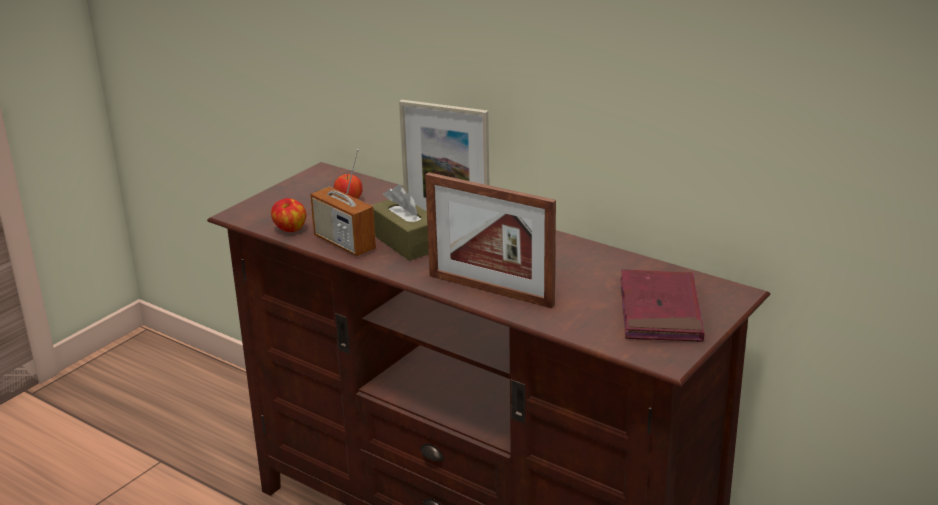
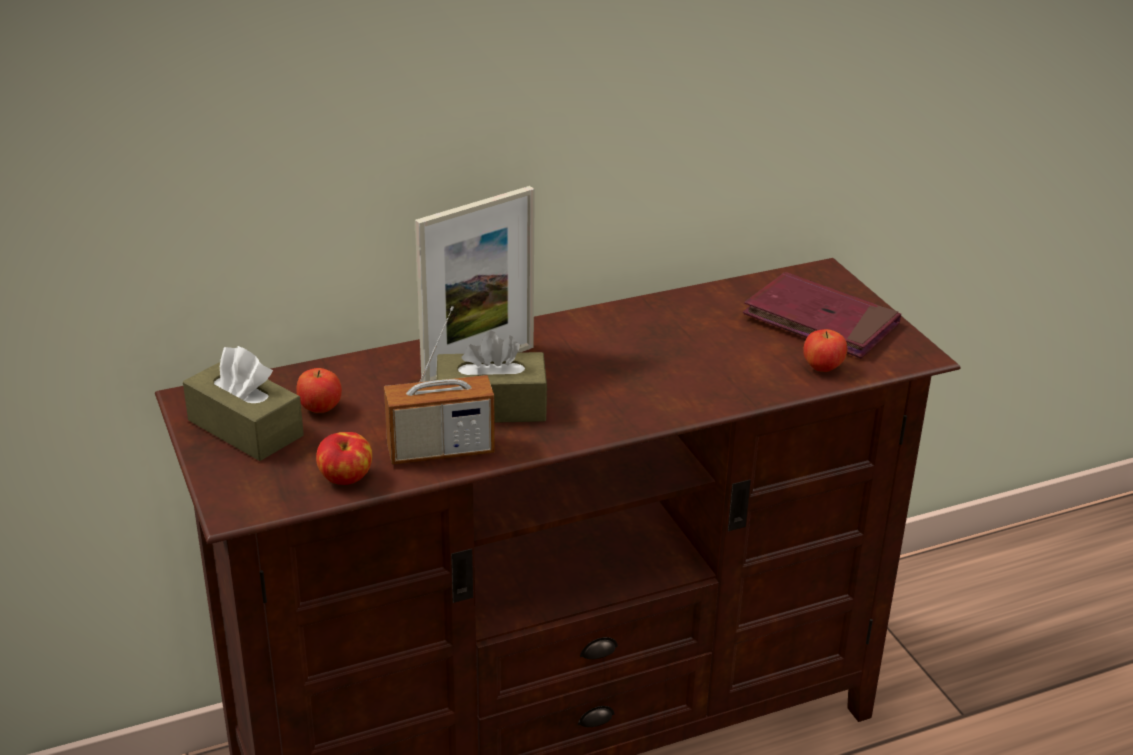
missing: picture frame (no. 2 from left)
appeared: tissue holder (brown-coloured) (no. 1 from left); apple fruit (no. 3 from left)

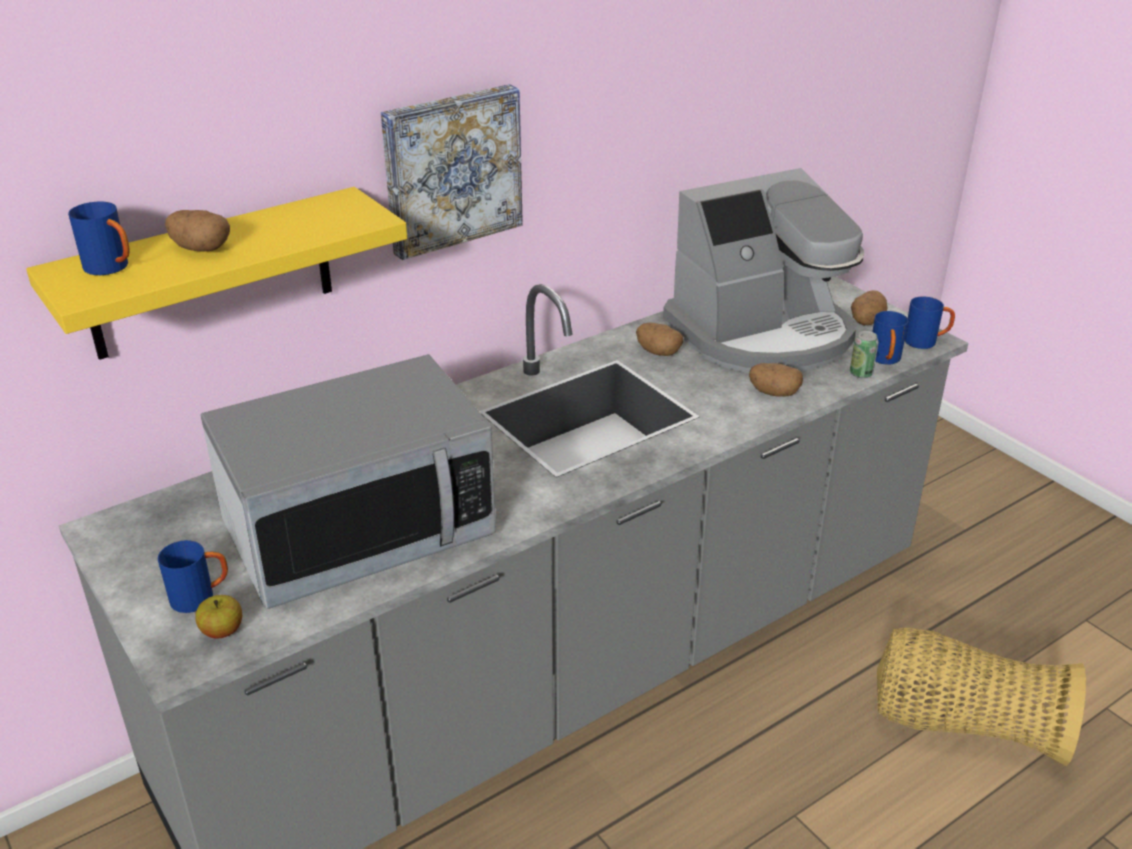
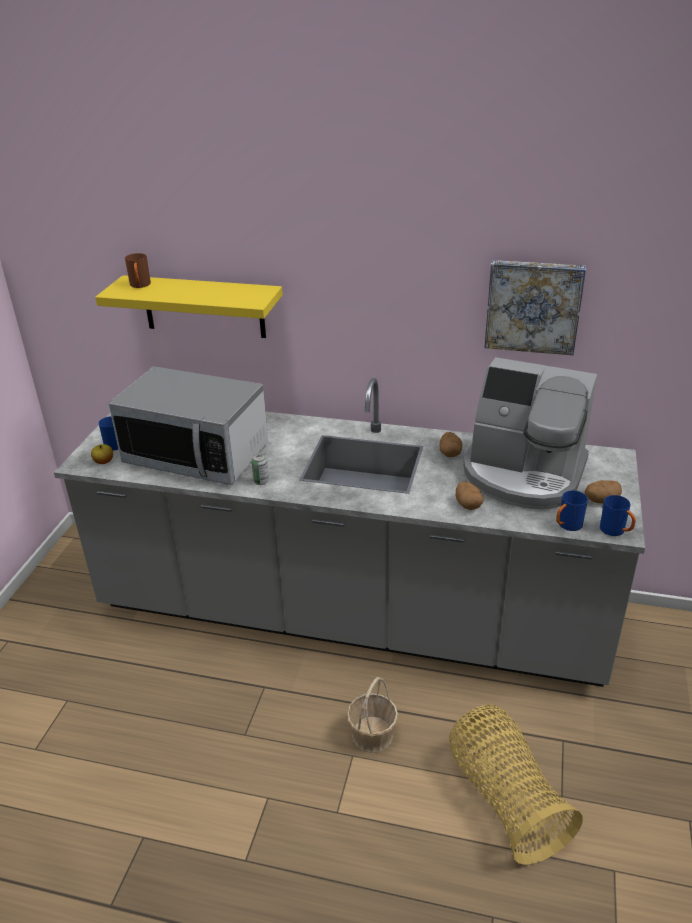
missing: potato (no. 1 from left)
appeared: basket (no. 1 from left)
relocated: picture; metal can
colour: coffee mug (blue) (no. 1 from left) to coffee mug (brown-coloured)

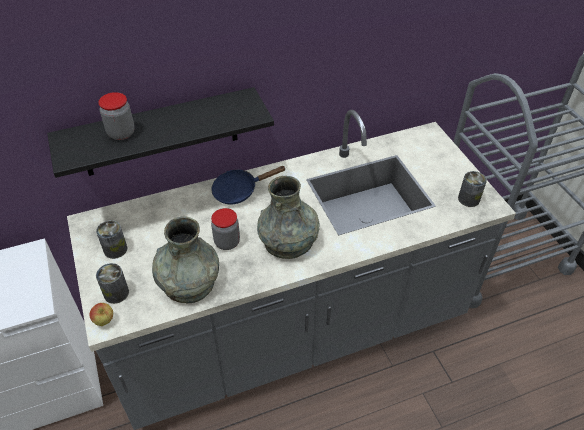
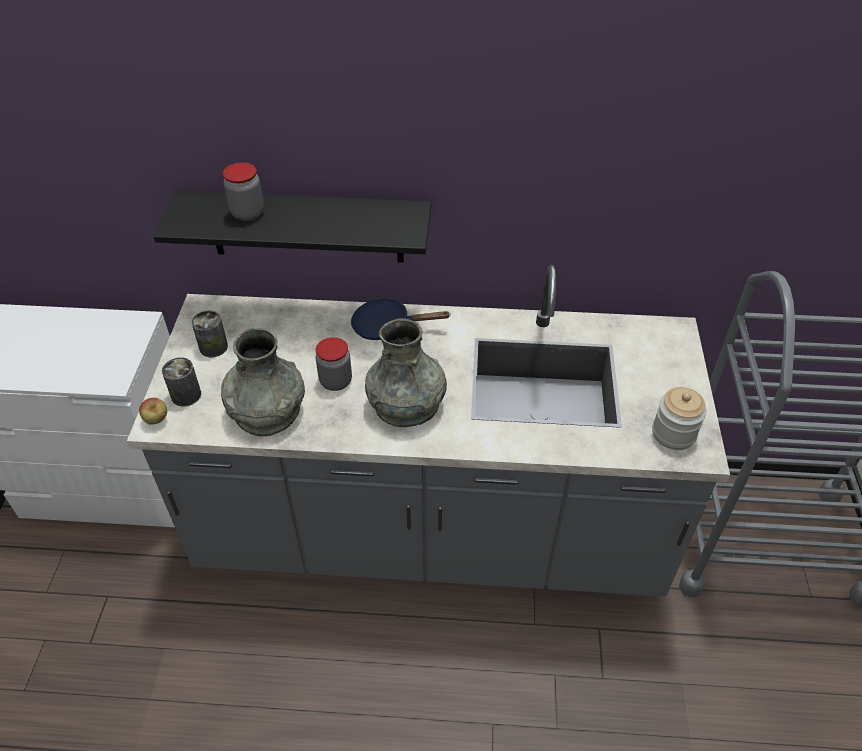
exchanged: metal can (no. 3 from left) to jar (no. 3 from left)

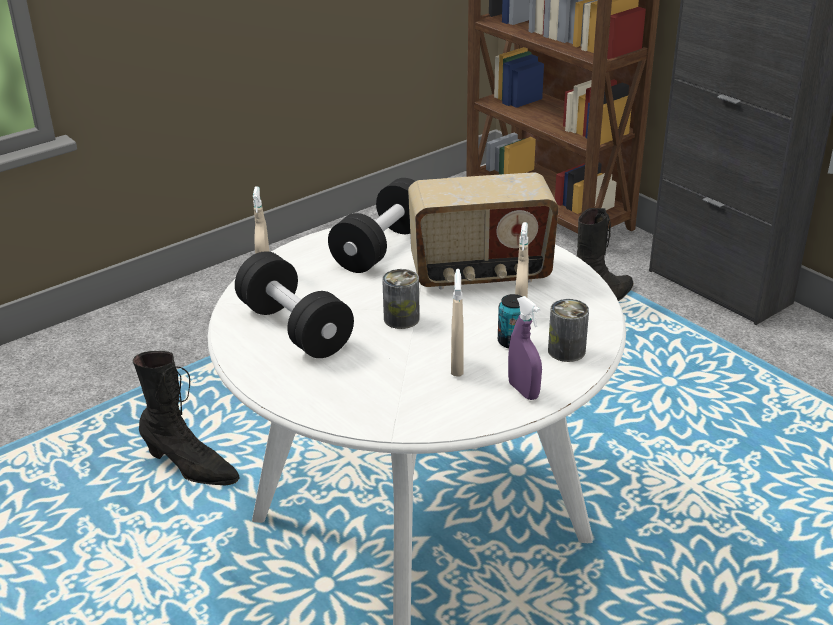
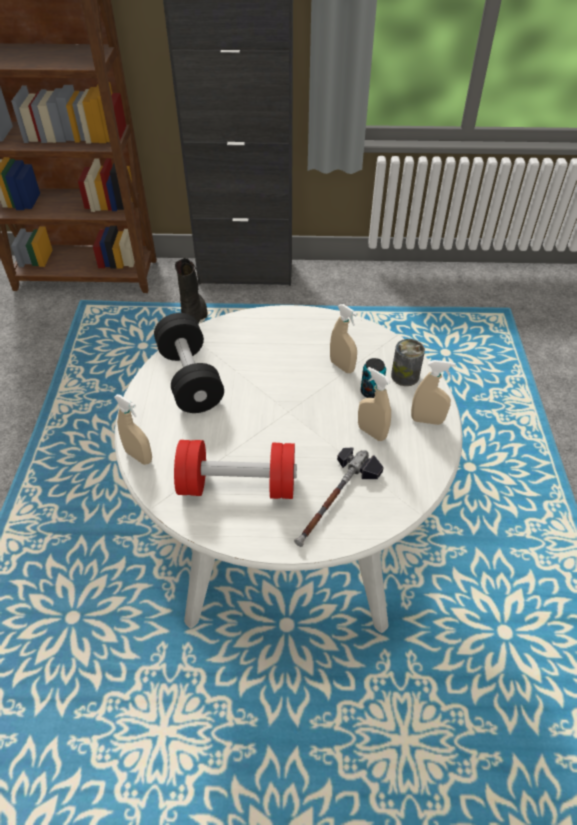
missing: boot (blackish) (no. 1 from left); metal can (no. 1 from left); radio set
appeared: hammer
colour: hand weight (blackish) (no. 1 from left) to hand weight (red-coloured); hand sprayer (purple-coloured) to hand sprayer (beige) (no. 4 from left)

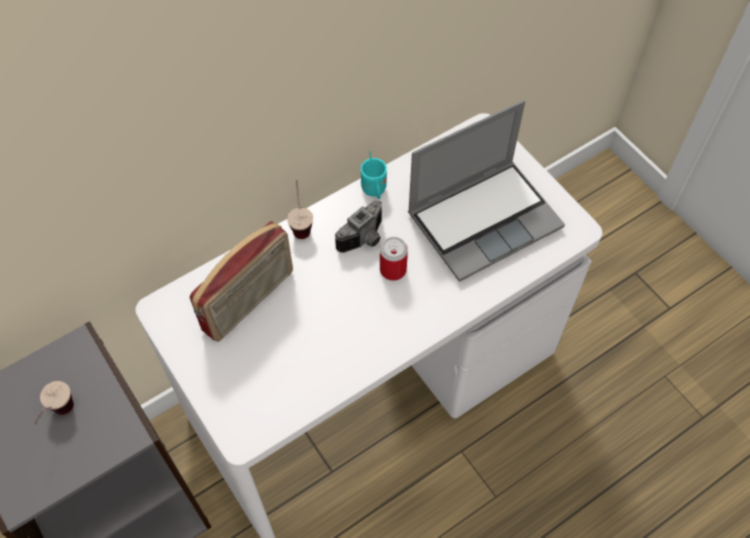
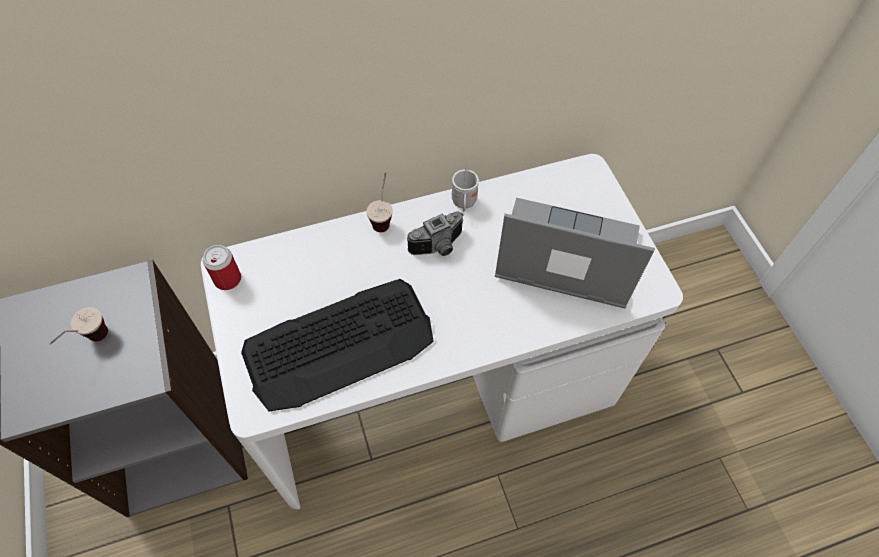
missing: radio set
appeared: PC keyboard
relocated: metal can
colour: coffee mug (blue-green) to coffee mug (whitish)
spun: laptop 150 degrees counterclockwise

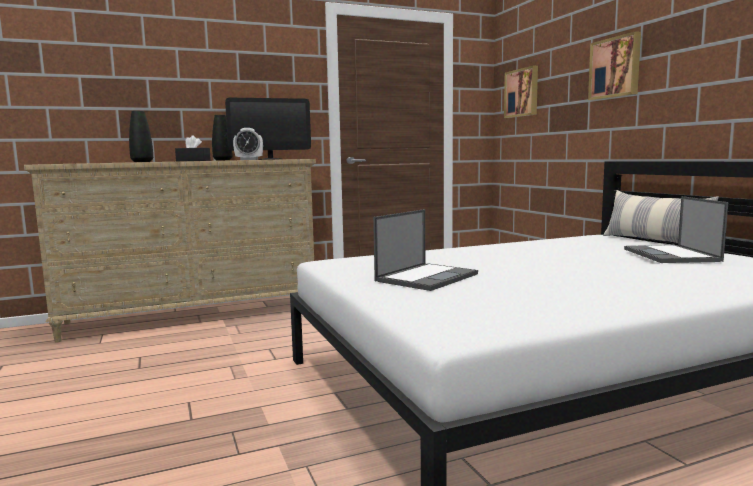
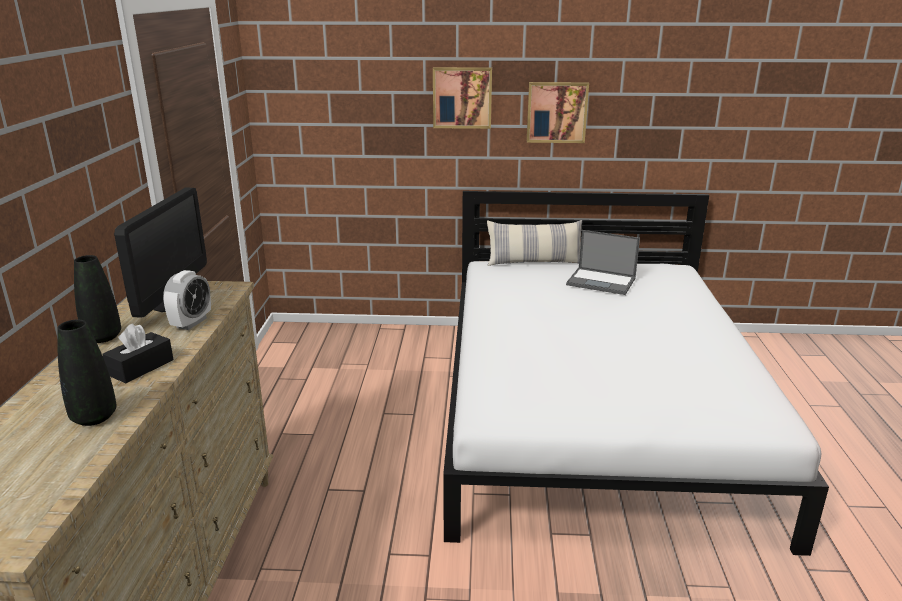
missing: laptop (no. 1 from left)
relocated: picture (no. 1 from left in the first image) to picture (no. 2 from left)

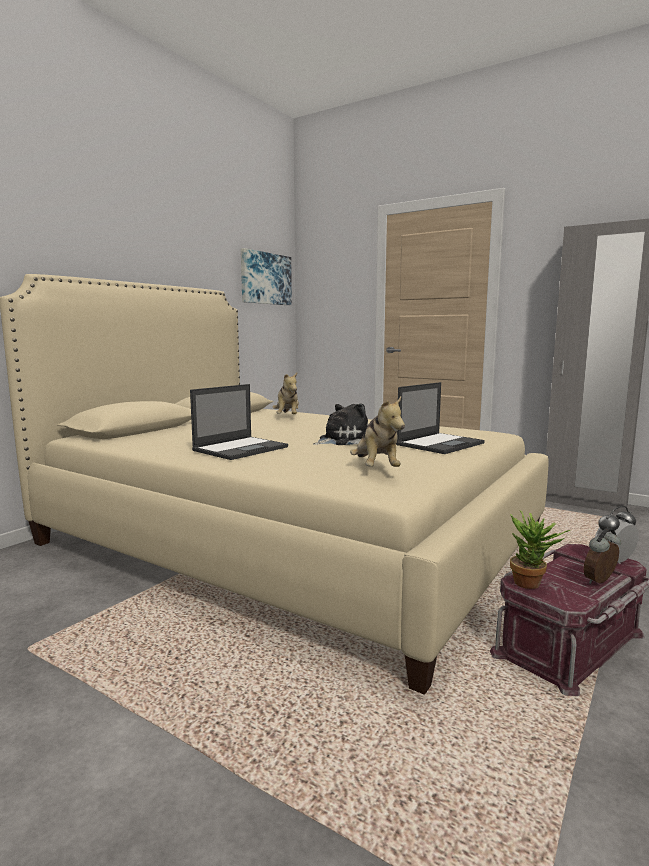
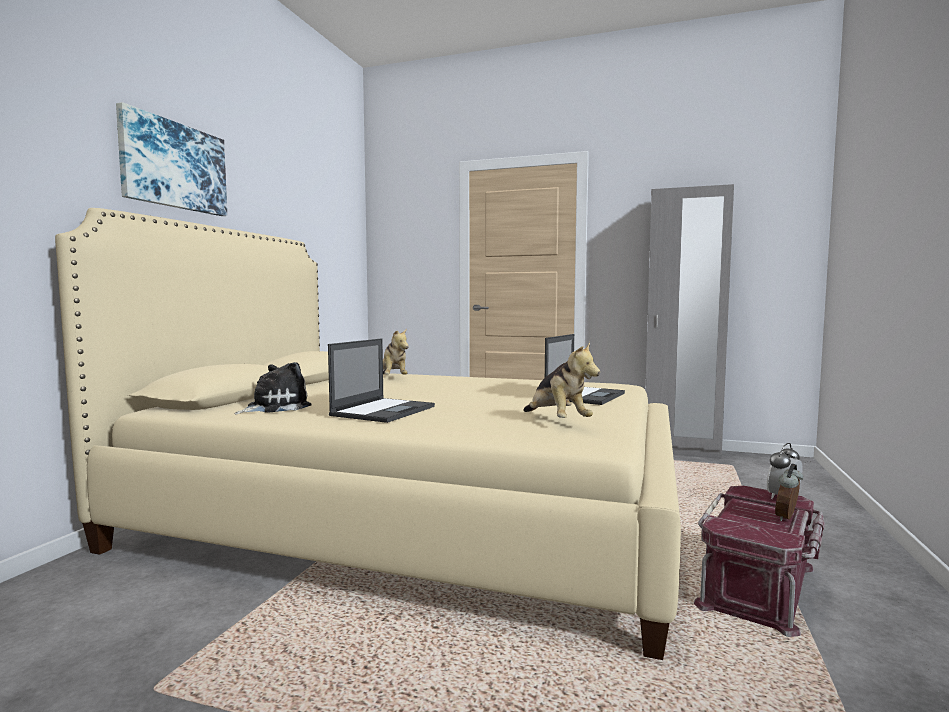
missing: houseplant
relocated: picture; soft toy (no. 2 from left in the first image) to soft toy (no. 1 from left)

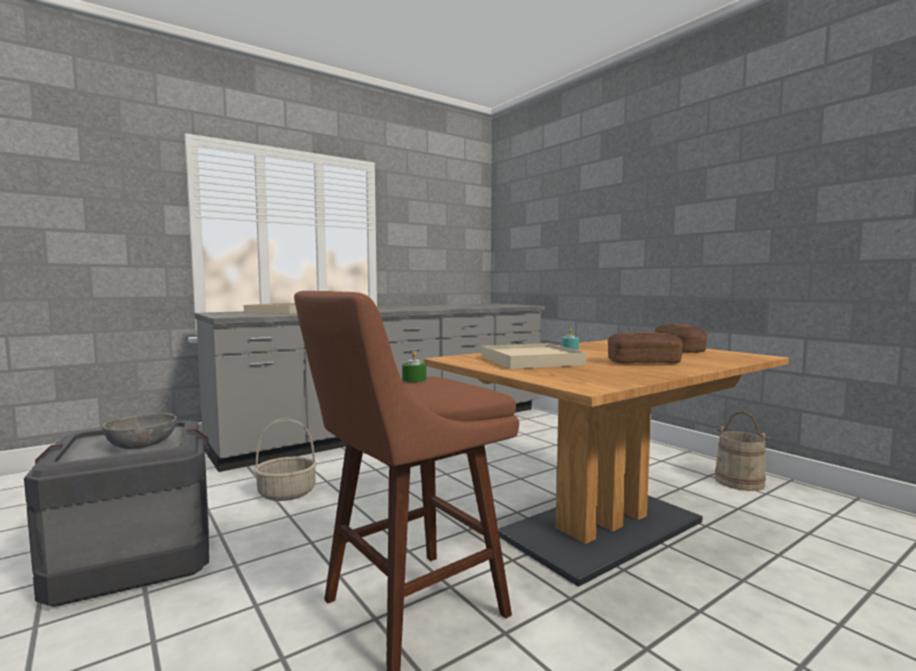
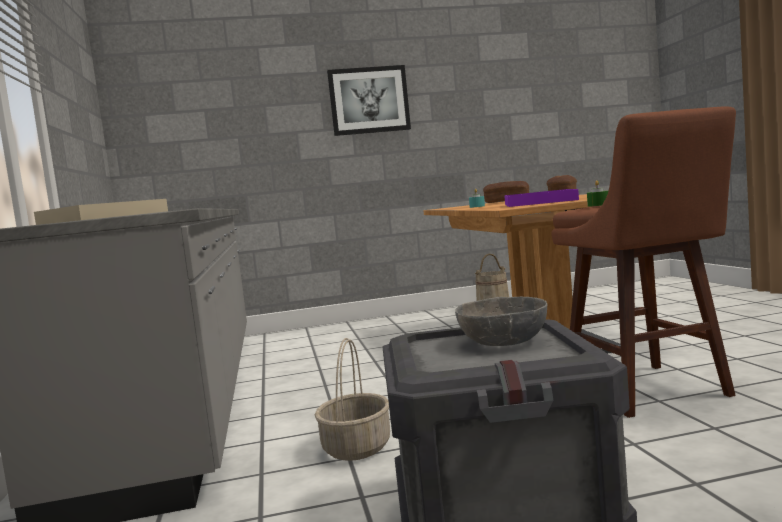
appeared: picture
colour: tray (beige) (no. 2 from left) to tray (purple-coloured)

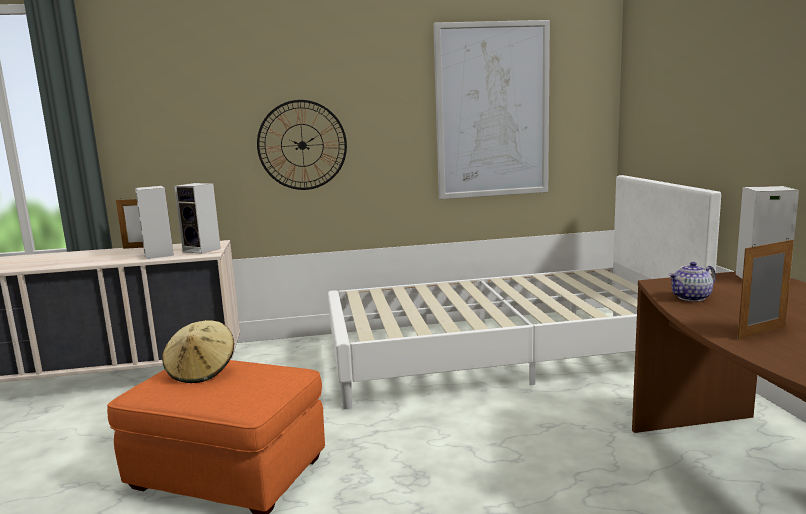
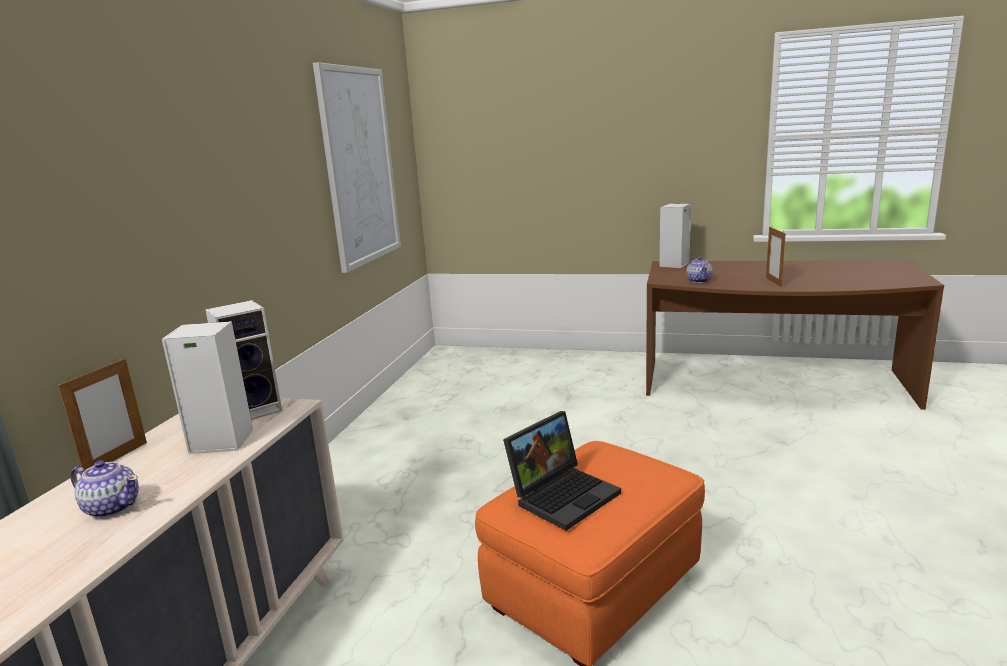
missing: clock on the wall; sleeping bed (whitish)
appeared: tea pot (no. 1 from left)
exchanged: clothing hat (beige) to laptop

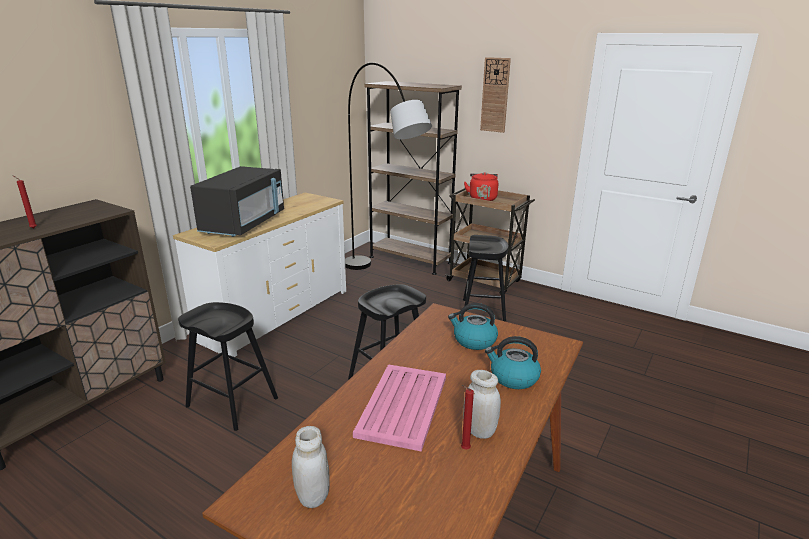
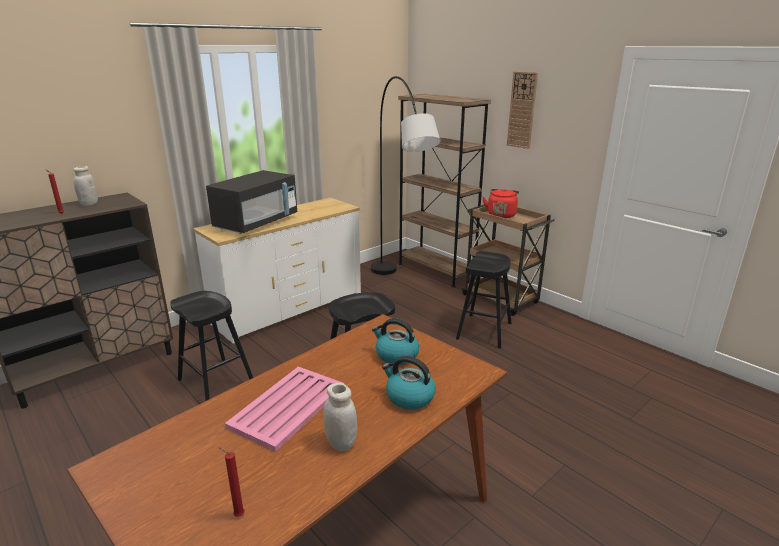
relocated: jar (whitish) (no. 1 from left); wax candle (red-coloured) (no. 2 from left)

